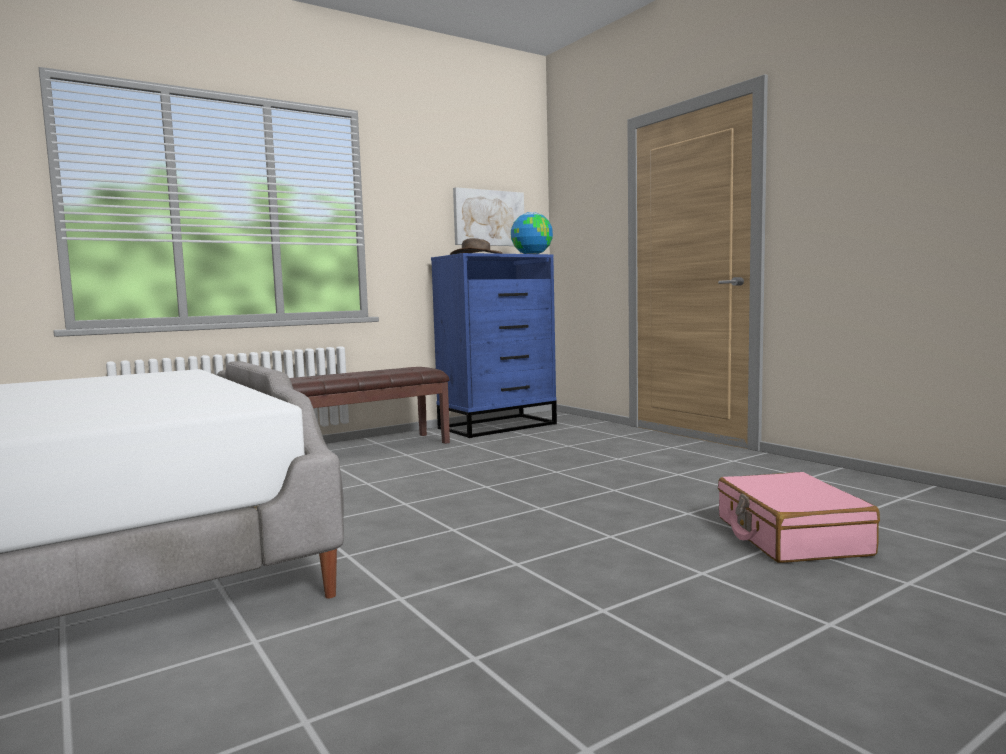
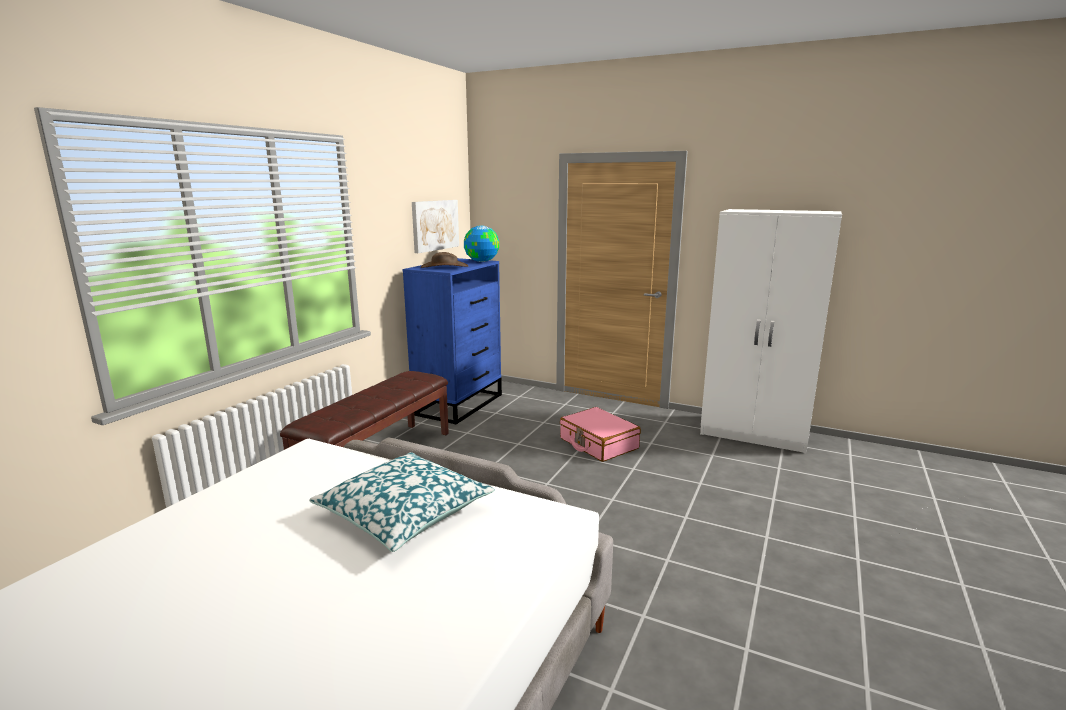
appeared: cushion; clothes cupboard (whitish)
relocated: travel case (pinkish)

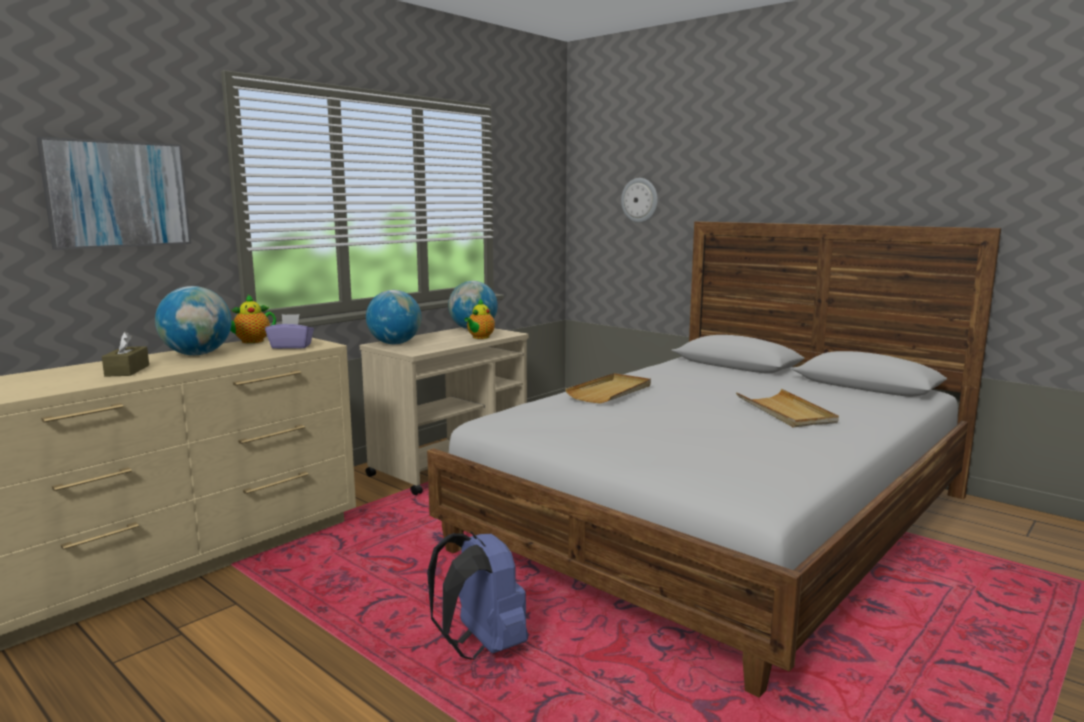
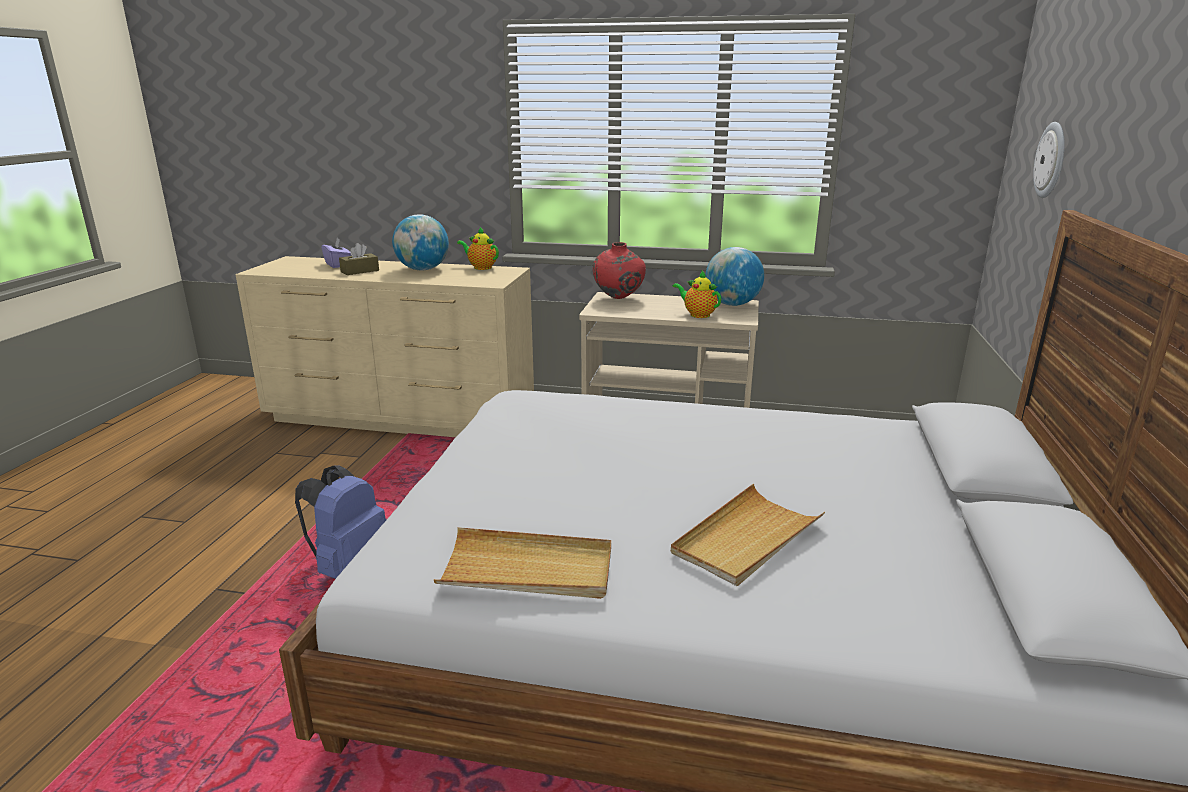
missing: picture
relocated: tissue holder (purple-coloured); tray (beige) (no. 1 from left)
exchanged: desk globe (no. 2 from left) to vase (red-coloured)
spun: tea pot (no. 2 from left) 45 degrees clockwise

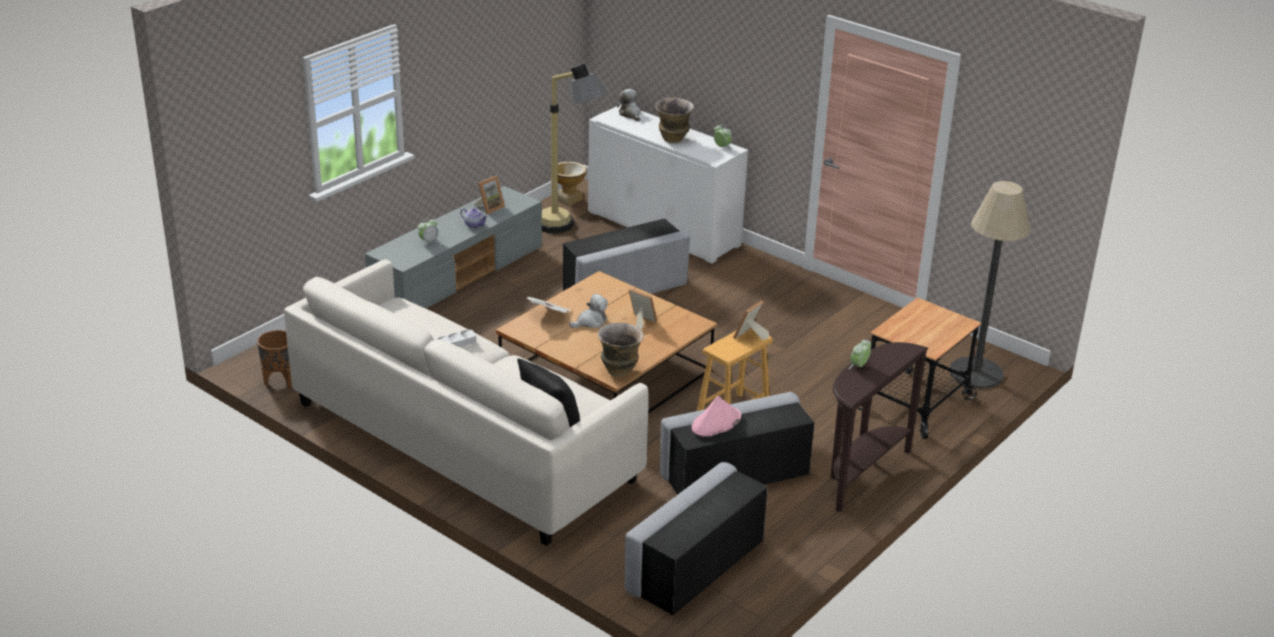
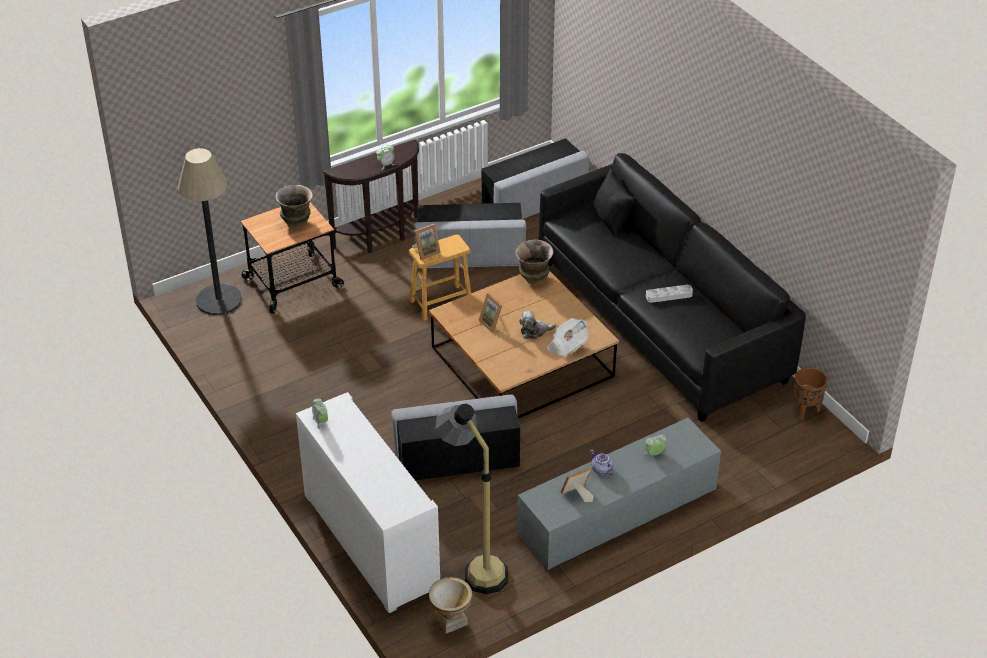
missing: soft toy (no. 2 from left); clothing hat (pinkish)
relocated: vase (no. 3 from left in the first image) to vase (no. 1 from left)
colour: settee (whitish) to settee (blackish)

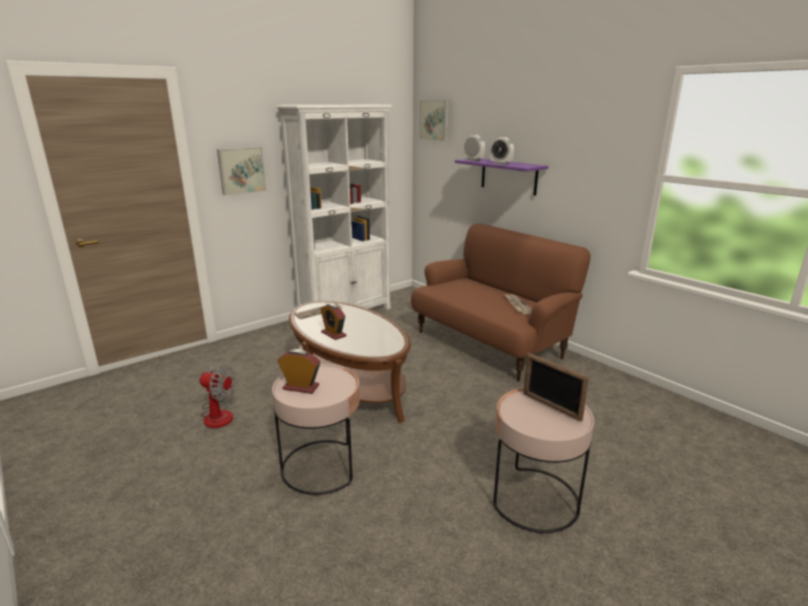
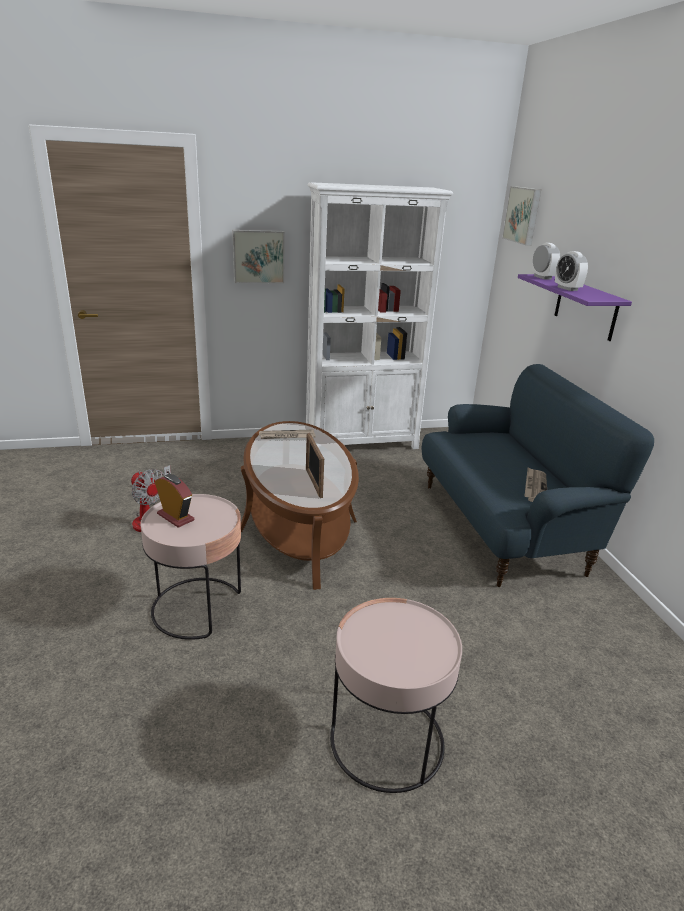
missing: table clock (no. 2 from left)
relocated: picture frame
colour: settee (brown-coloured) to settee (blue)

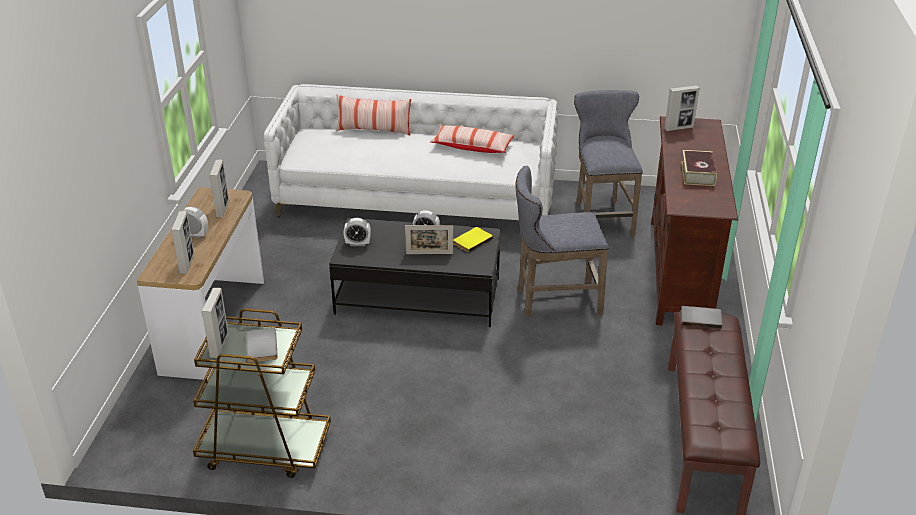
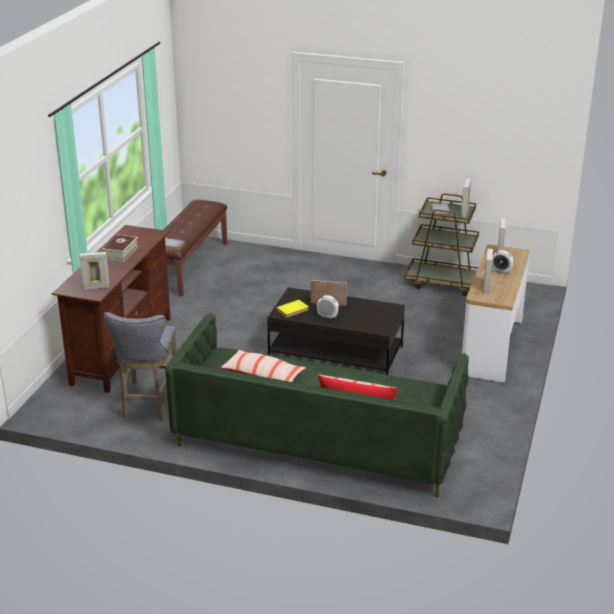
missing: table clock (no. 2 from left); sitting stool (gray) (no. 1 from left)
colour: settee (whitish) to settee (greenish)

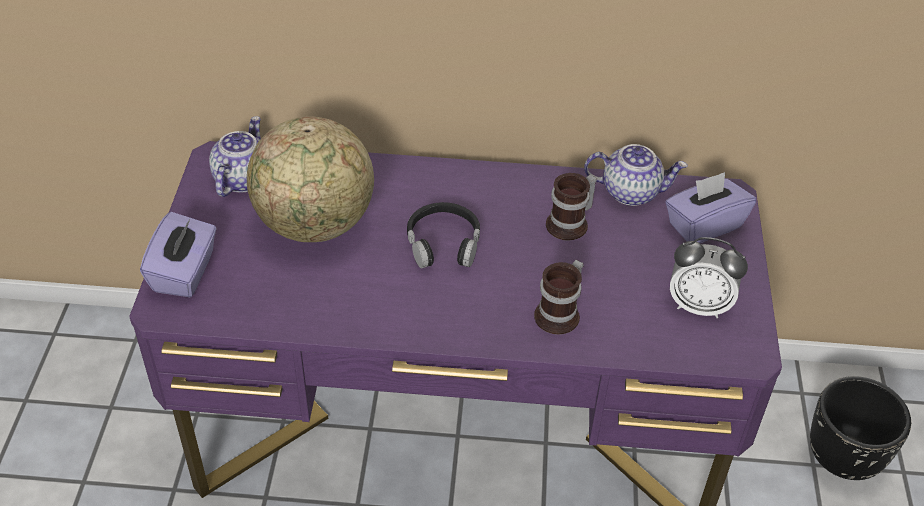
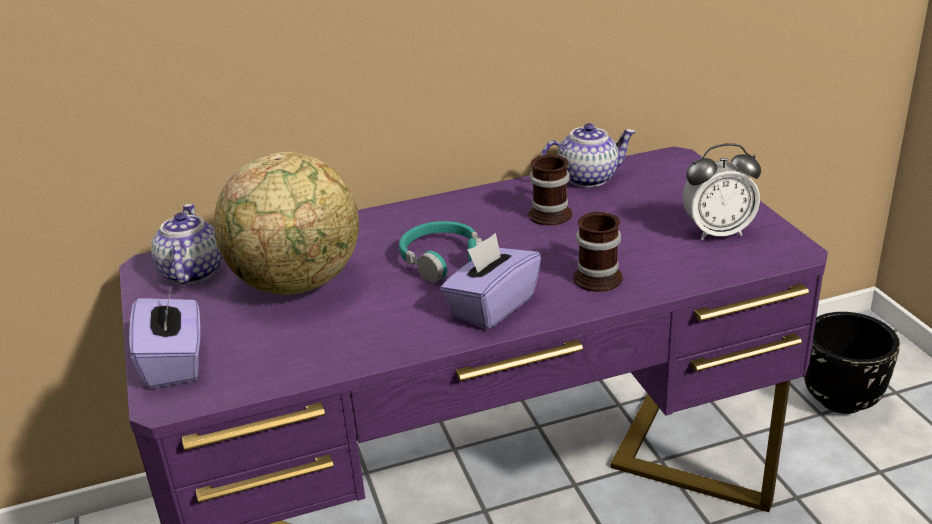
relocated: tissue holder (purple-coloured) (no. 2 from left)
colour: headphones (blackish) to headphones (blue-green)

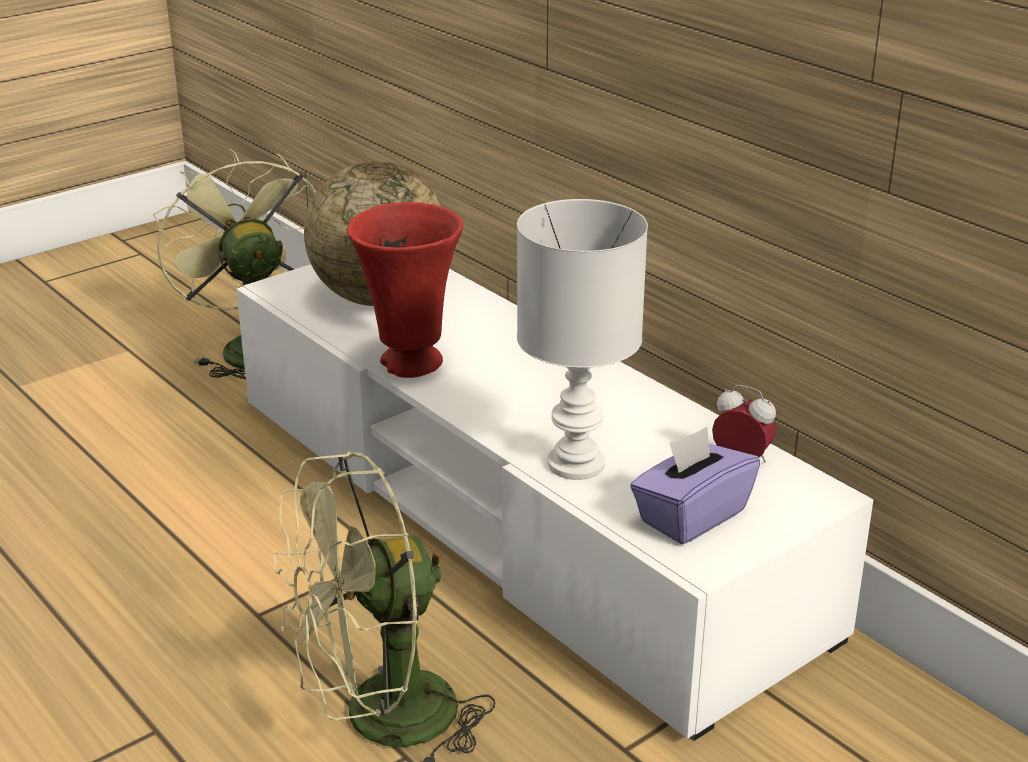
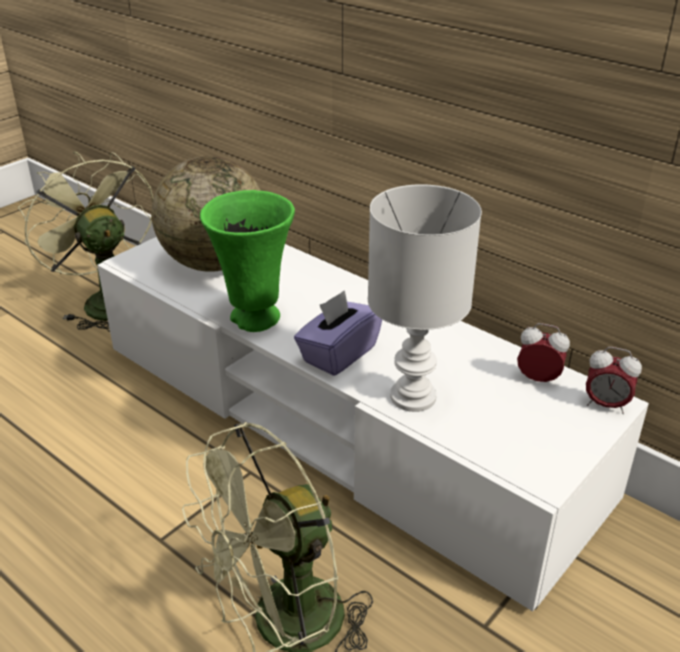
appeared: table clock (no. 2 from left)
relocated: tissue holder (purple-coloured)
colour: vase (red-coloured) to vase (greenish)

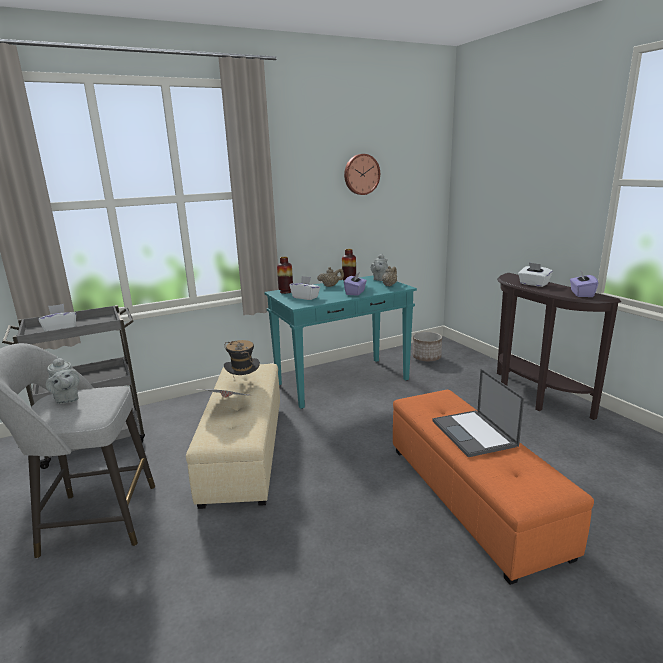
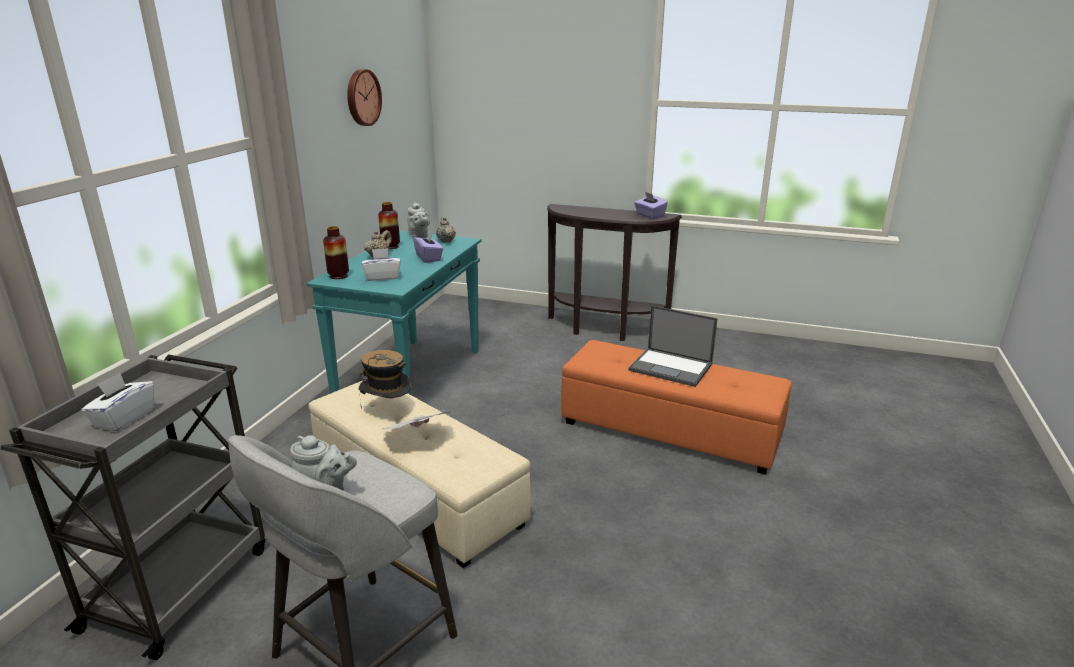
missing: plant pot; tissue holder (whitish) (no. 3 from left)

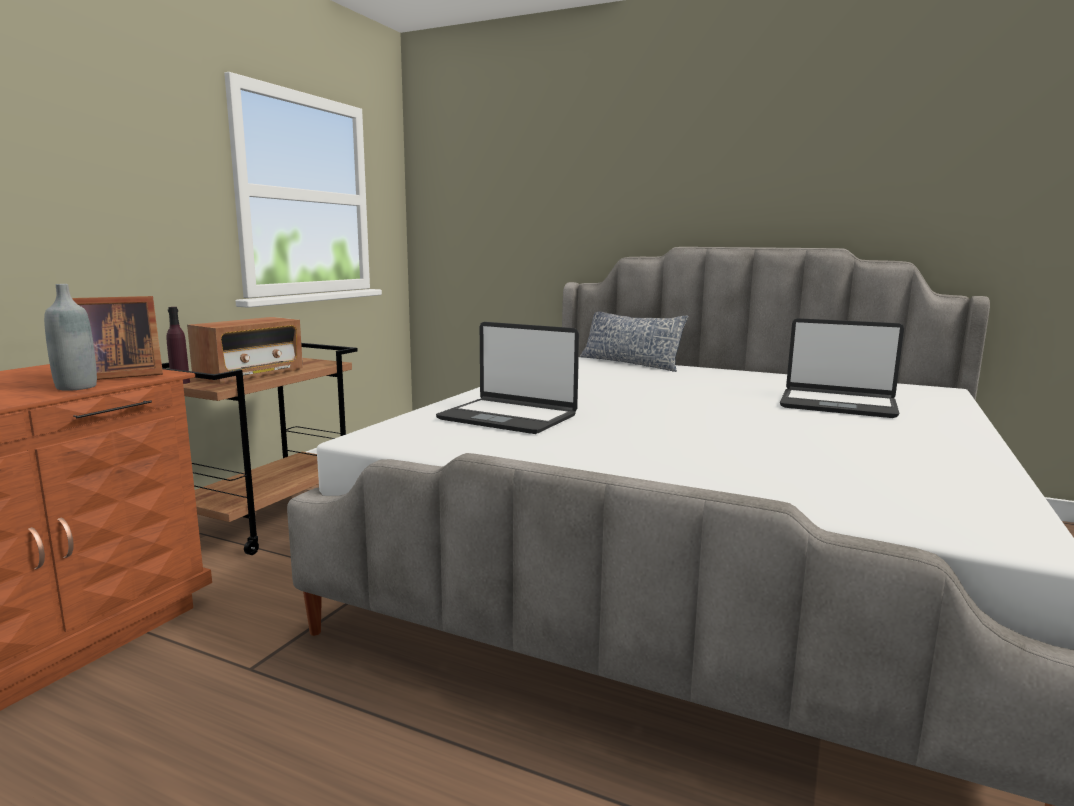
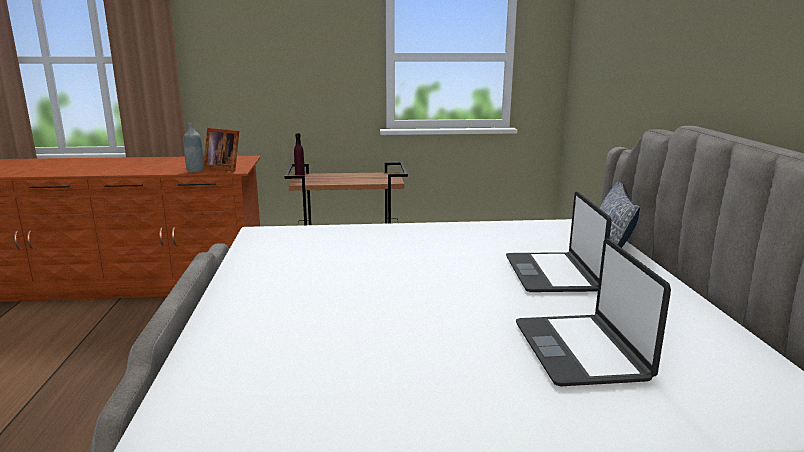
missing: radio set
relocated: laptop (no. 1 from left)

